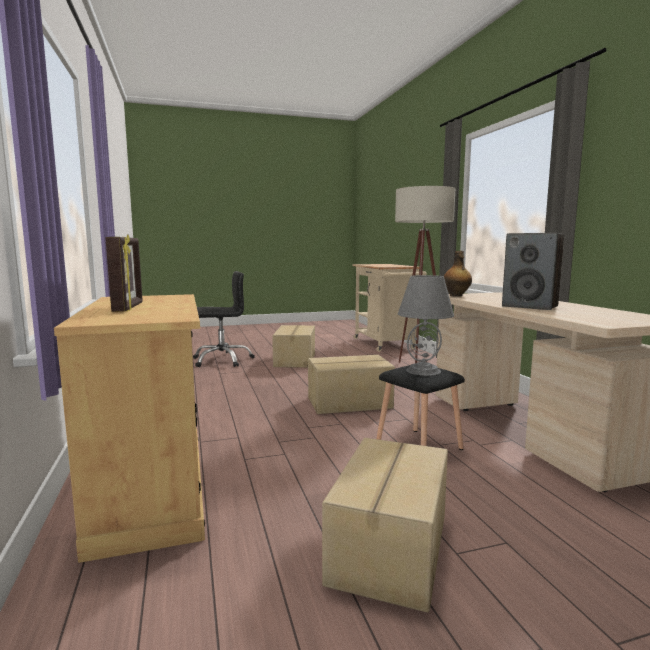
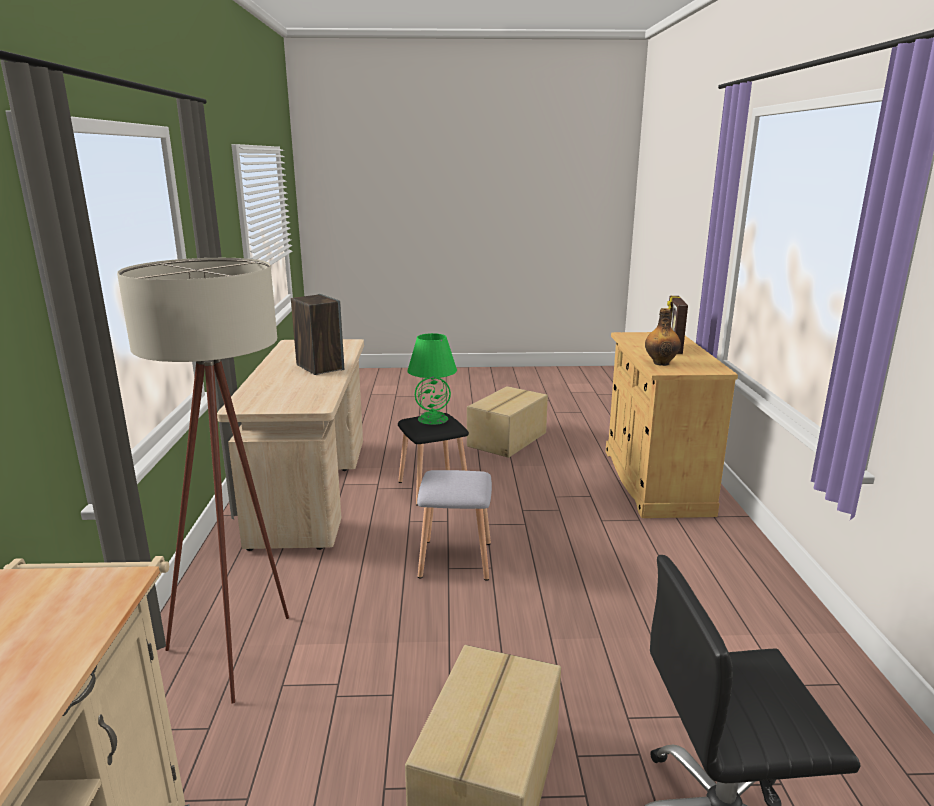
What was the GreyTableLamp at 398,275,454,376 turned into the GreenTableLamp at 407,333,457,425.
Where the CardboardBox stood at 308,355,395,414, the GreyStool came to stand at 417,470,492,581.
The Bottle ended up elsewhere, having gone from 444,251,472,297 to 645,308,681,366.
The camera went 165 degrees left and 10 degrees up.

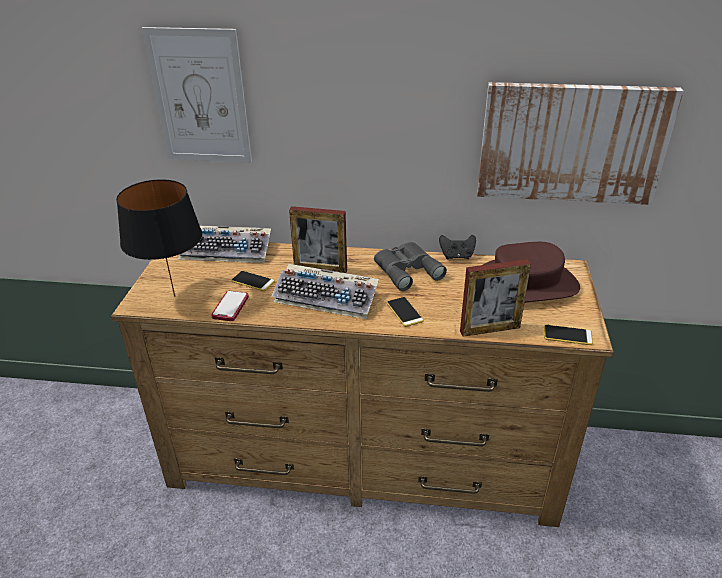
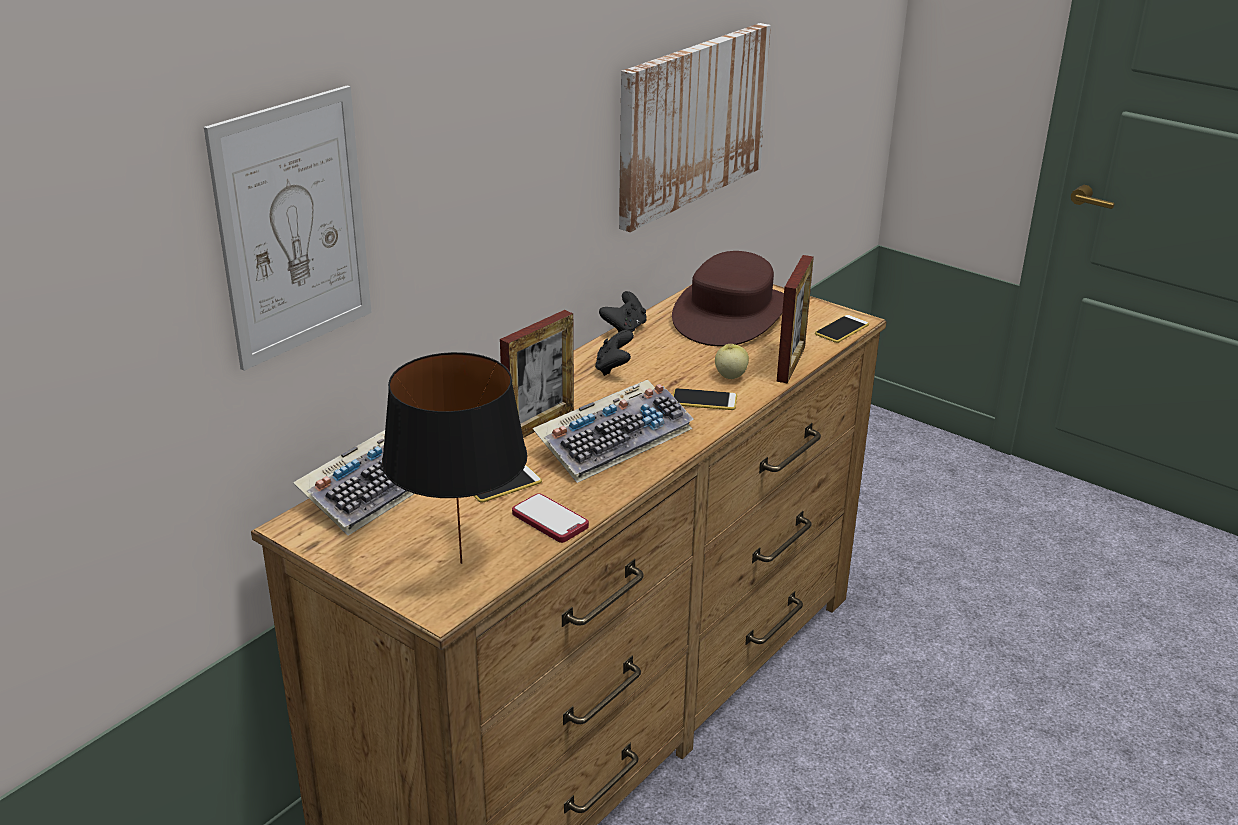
Where the GreyBinoculars stood at 374,242,447,291, the BlackGameController came to stand at 595,330,634,376.
The second view gained the Apple at 715,344,749,379.
The camera went 60 degrees left and 5 degrees down.

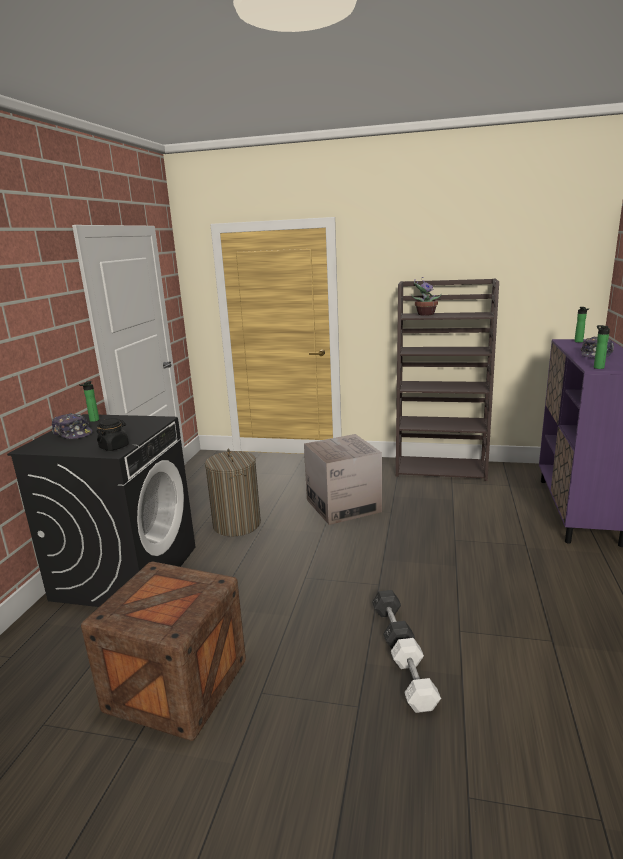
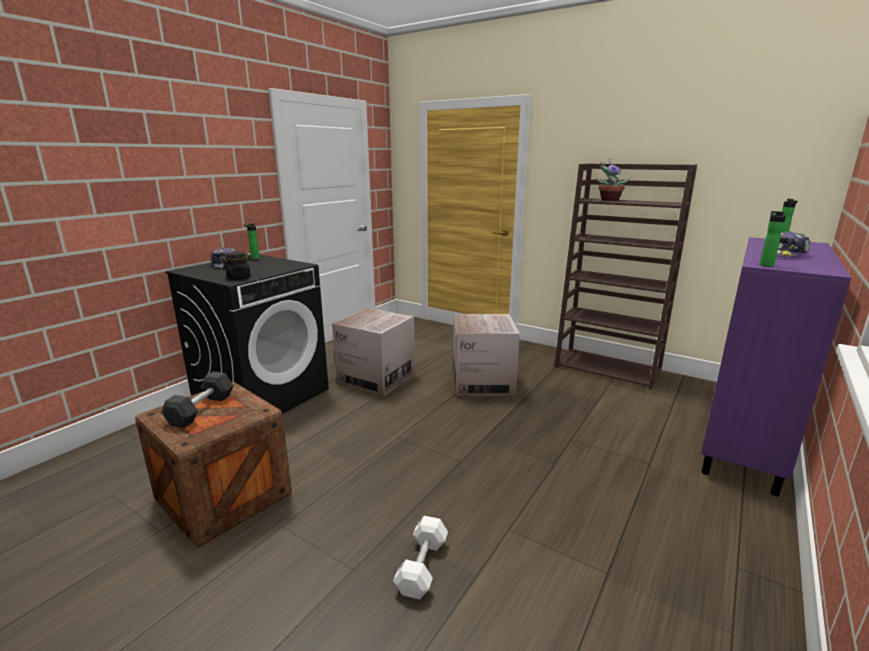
The GreyDumbbell ended up elsewhere, having gone from 372,590,415,649 to 161,372,234,428.
Where the LaundryBasket stood at 205,449,261,537, the CardboardBox came to stand at 332,308,415,396.
The camera went 20 degrees right and 0 degrees up.

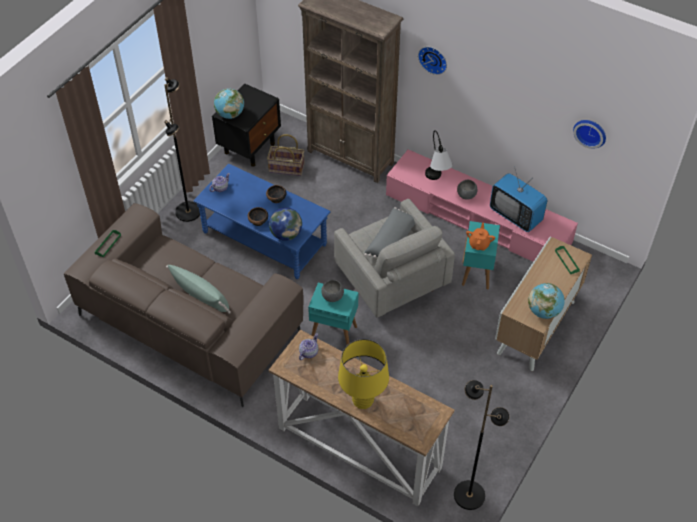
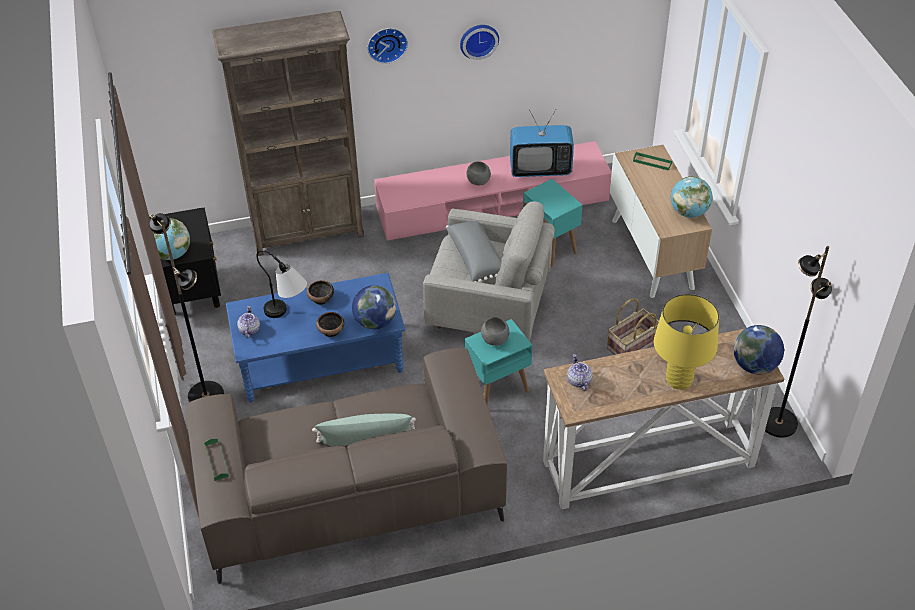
The TableLamp ended up elsewhere, having gone from 425,130,453,180 to 257,250,307,318.
The WallClock ended up elsewhere, having gone from 573,120,606,149 to 460,25,499,60.
The Basket ended up elsewhere, having gone from 267,134,305,176 to 607,298,659,355.
The second view gained the Globe at 733,325,784,374.
The second view lost the OrangeTeapot at 466,223,495,251.
The camera went 45 degrees left and 5 degrees down.

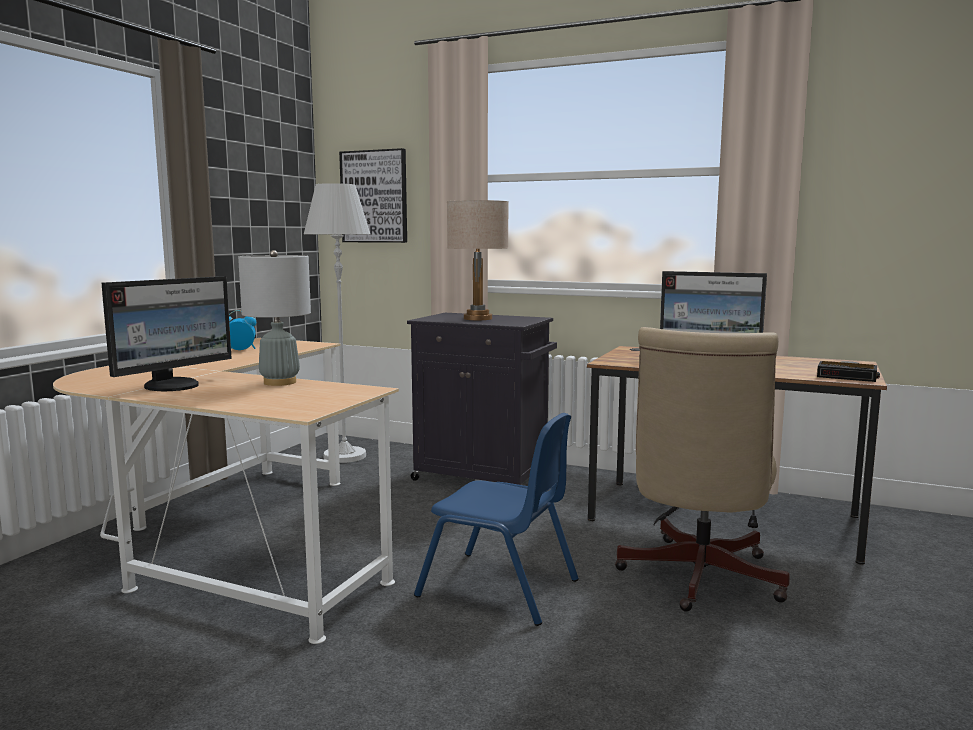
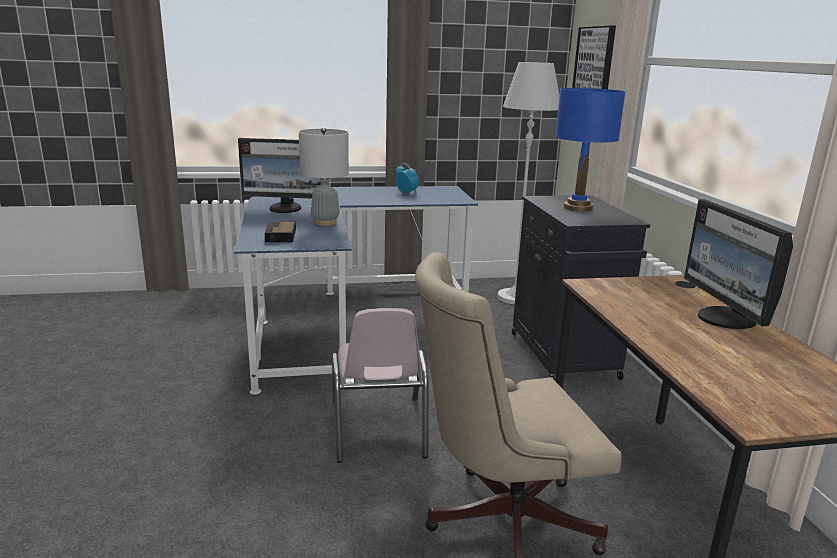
What was the BeigeDesk at 53,338,399,644 turned into the BlueDesk at 234,186,478,395.
The AlarmClock ended up elsewhere, having gone from 817,361,880,382 to 265,221,296,242.
What was the BlueChair at 414,413,579,626 turned into the PinkChair at 332,308,429,463.
What was the BeigeTableLamp at 447,200,509,320 turned into the BlueTableLamp at 555,88,625,212.
The camera went 55 degrees right and 10 degrees up.

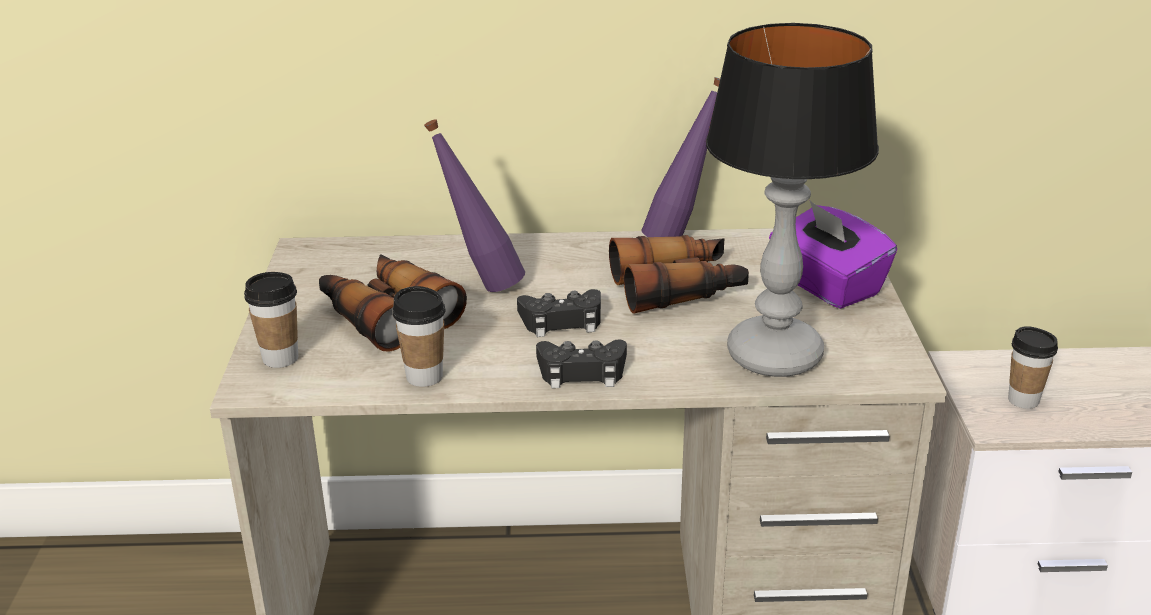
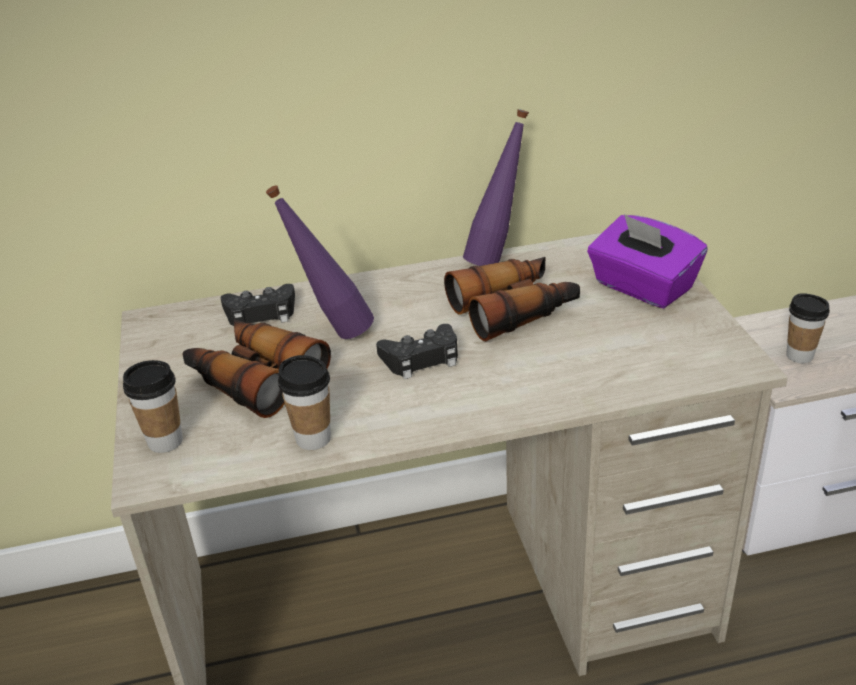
The BlackGameController ended up elsewhere, having gone from 536,340,627,388 to 221,284,295,326.
The second view lost the TableLamp at 706,23,879,377.
The camera went 10 degrees left and 5 degrees up.

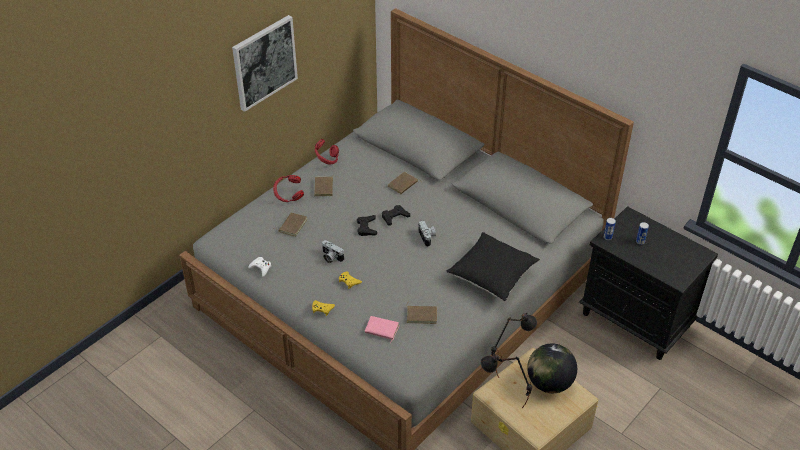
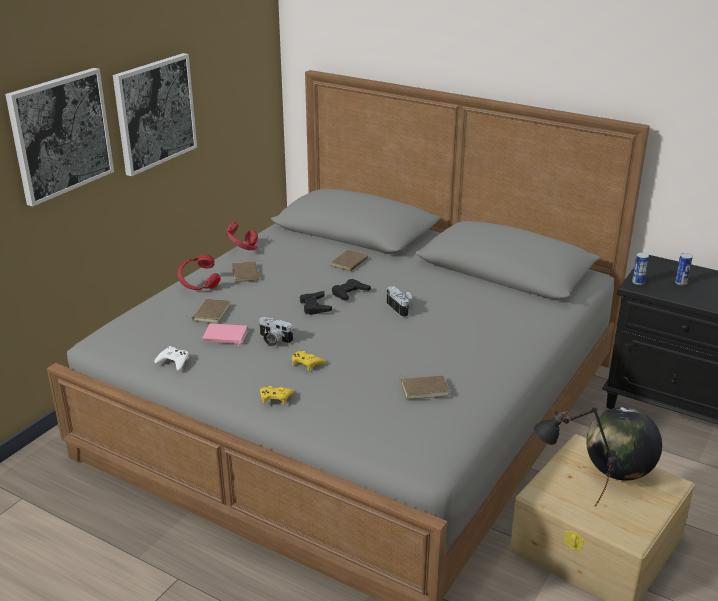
The second view gained the Picture at 5,68,114,207.
The PinkBook ended up elsewhere, having gone from 365,316,400,343 to 202,323,249,346.
The second view lost the BlackPillow at 446,232,540,301.
The second view lost the BlackTableLamp at 491,313,537,378.
The camera went 10 degrees left and 15 degrees down.

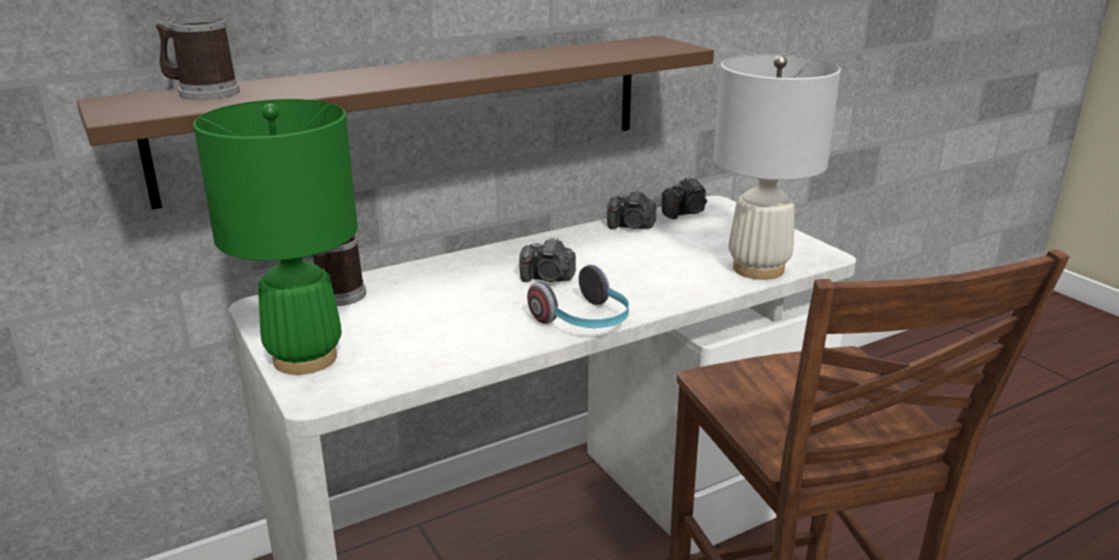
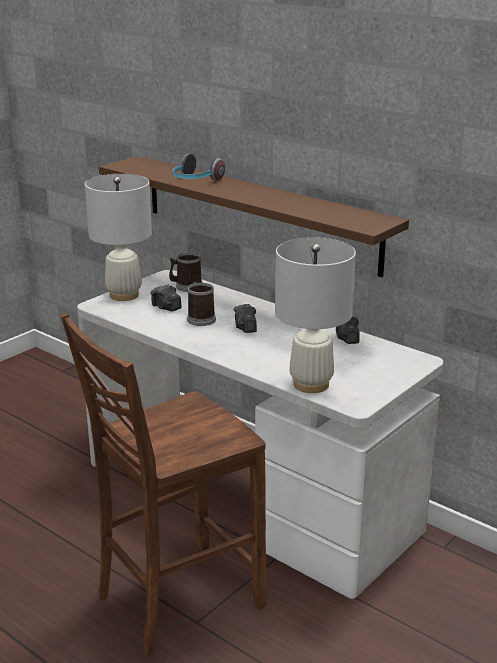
What was the GreenTableLamp at 193,99,358,375 turned into the WhiteTableLamp at 85,174,152,301.
The PhotoCamera ended up elsewhere, having gone from 661,176,707,219 to 151,284,181,311.
The Headphones ended up elsewhere, having gone from 527,265,629,328 to 173,153,225,181.
The Mug ended up elsewhere, having gone from 156,17,240,100 to 187,282,216,326.
The camera went 70 degrees right and 0 degrees up.

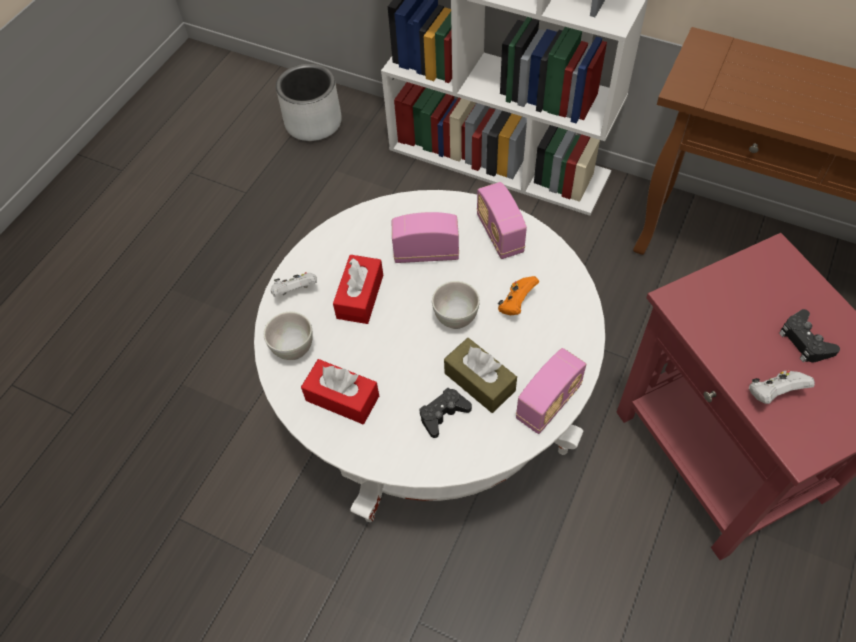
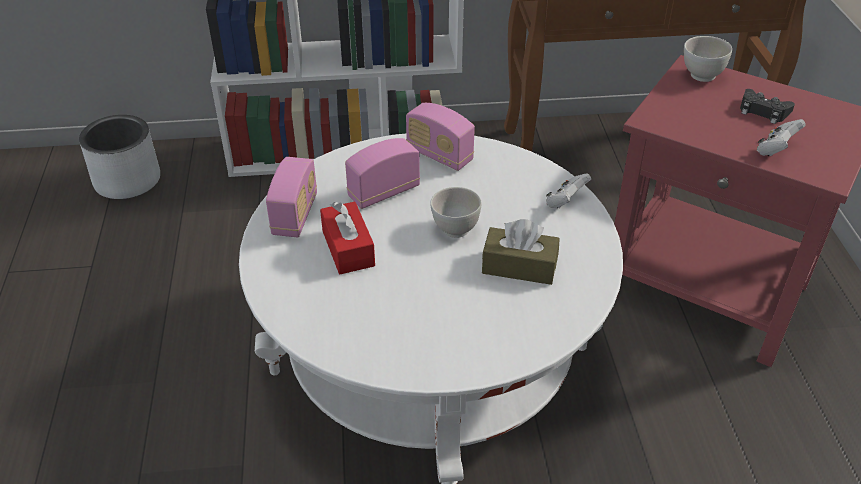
The Radio ended up elsewhere, having gone from 516,348,586,434 to 266,157,317,237.
The WhiteGameController ended up elsewhere, having gone from 271,272,317,297 to 546,173,591,208.
The WhiteBowl ended up elsewhere, having gone from 264,312,313,360 to 684,36,732,82.
The second view lost the RedTissueBox at 301,359,379,424.
The second view lost the BlackGameController at 420,388,472,438.
The second view lost the OrangeGameController at 498,276,539,315.
The camera went 35 degrees left and 15 degrees down.

